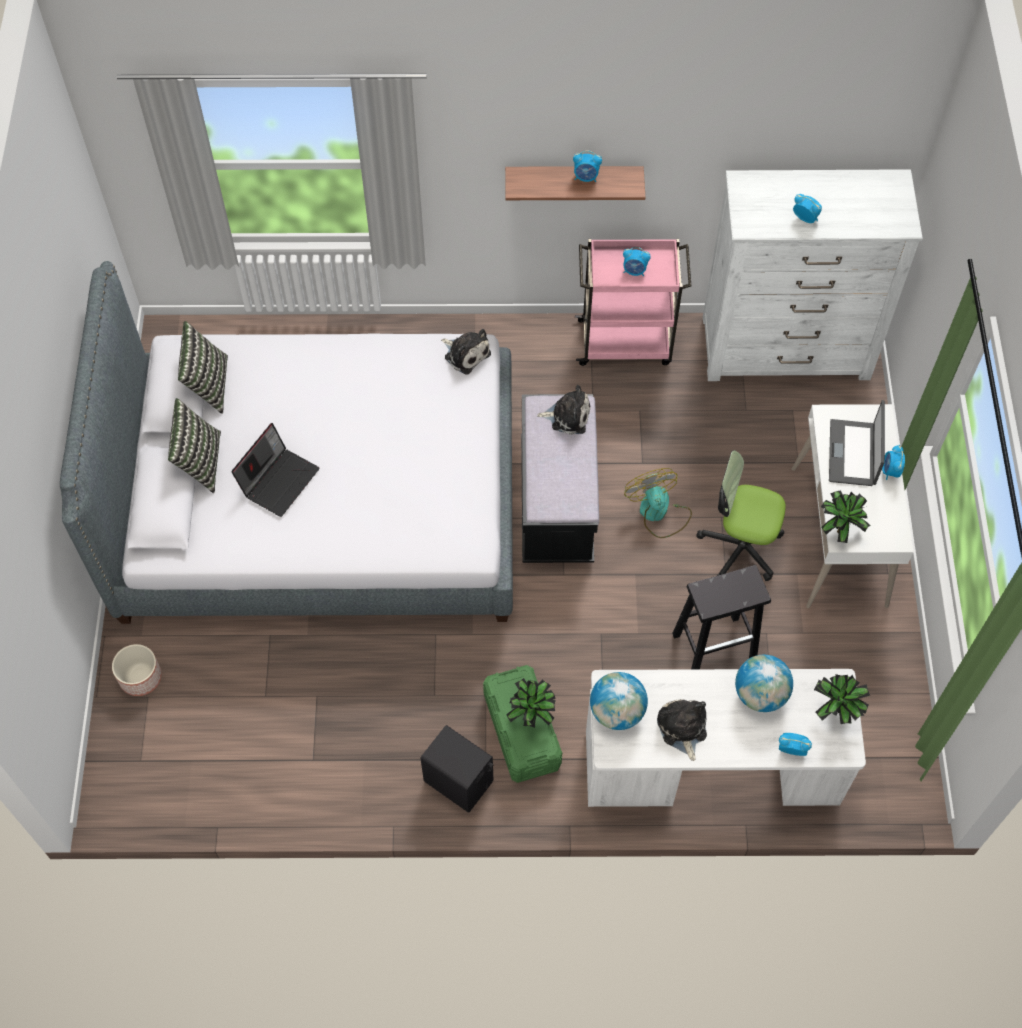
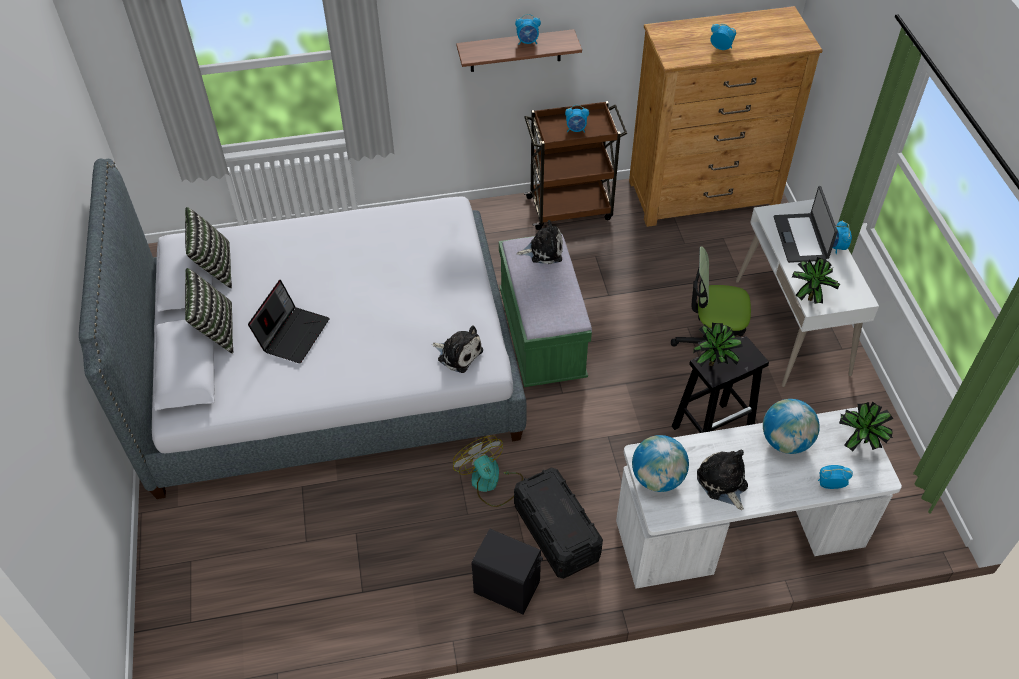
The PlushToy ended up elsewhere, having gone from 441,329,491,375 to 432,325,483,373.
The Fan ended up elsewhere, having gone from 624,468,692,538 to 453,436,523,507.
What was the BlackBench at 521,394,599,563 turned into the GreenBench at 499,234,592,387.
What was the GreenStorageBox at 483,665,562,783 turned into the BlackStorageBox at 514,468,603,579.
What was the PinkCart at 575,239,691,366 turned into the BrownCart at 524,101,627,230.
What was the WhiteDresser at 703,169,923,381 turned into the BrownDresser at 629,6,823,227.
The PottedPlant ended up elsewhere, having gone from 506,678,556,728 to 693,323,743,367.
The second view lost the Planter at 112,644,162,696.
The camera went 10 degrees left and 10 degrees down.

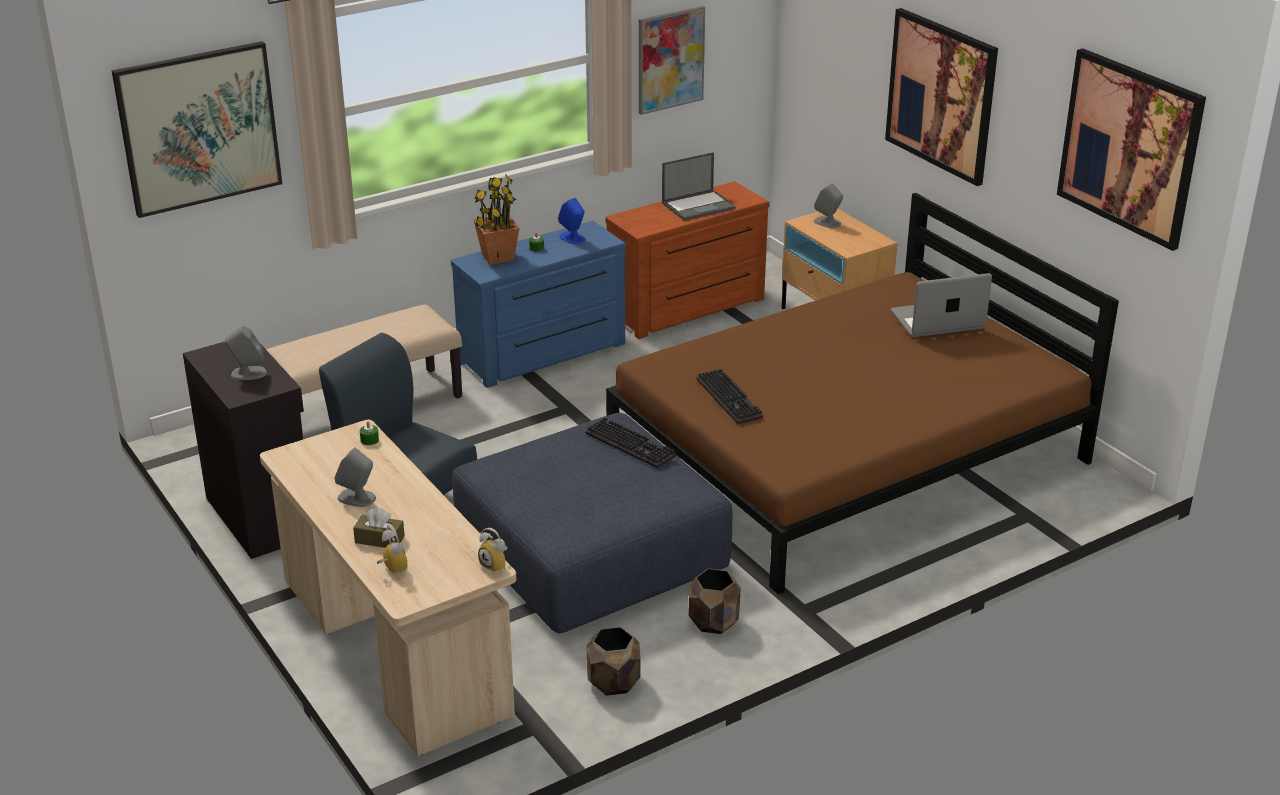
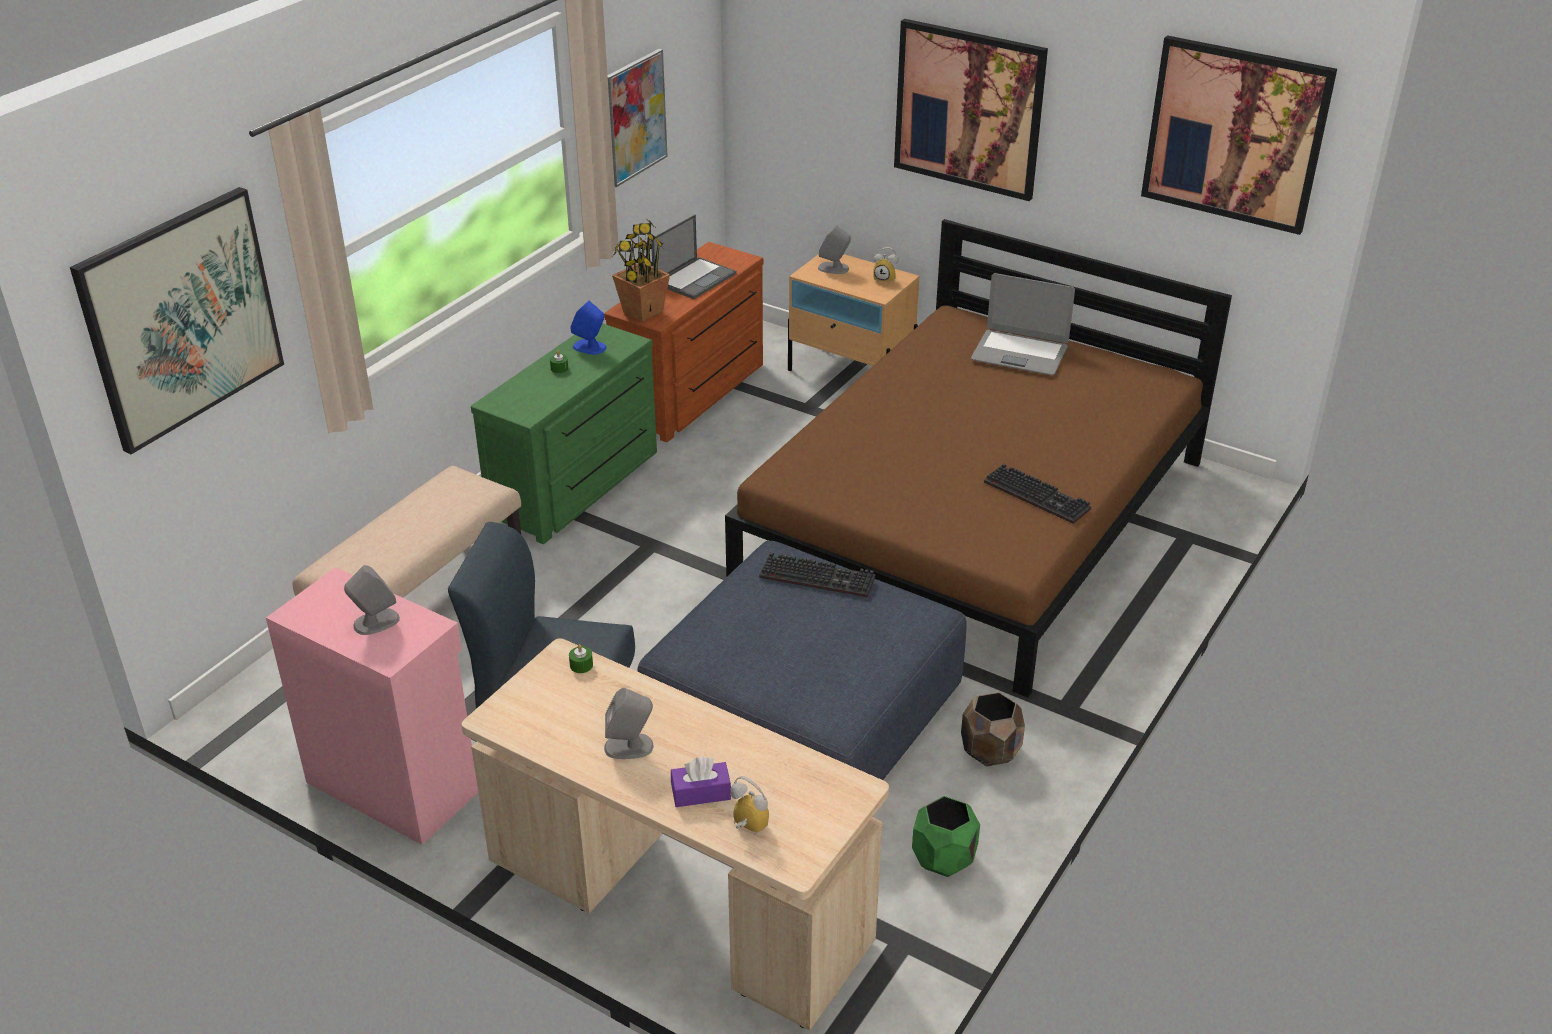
What was the BlackCabinet at 183,342,304,559 turned into the PinkCabinet at 266,567,478,845.
What was the BlueDresser at 451,221,626,388 turned into the GreenDresser at 471,323,657,544.
The PottedPlant ended up elsewhere, having gone from 473,174,520,265 to 612,220,670,322.
What was the BrownTissueBox at 353,508,405,548 turned into the PurpleTissueBox at 671,757,731,807.
The AlarmClock ended up elsewhere, having gone from 478,528,507,573 to 873,247,899,284.
What was the BrownPlanter at 586,627,641,696 turned into the GreenPlanter at 912,796,980,877.
The Laptop at 891,273,992,337 ended up facing another way, 120 degrees counterclockwise from before.
The Keyboard ended up elsewhere, having gone from 697,369,763,424 to 984,464,1091,524.
The camera went 25 degrees left and 5 degrees up.

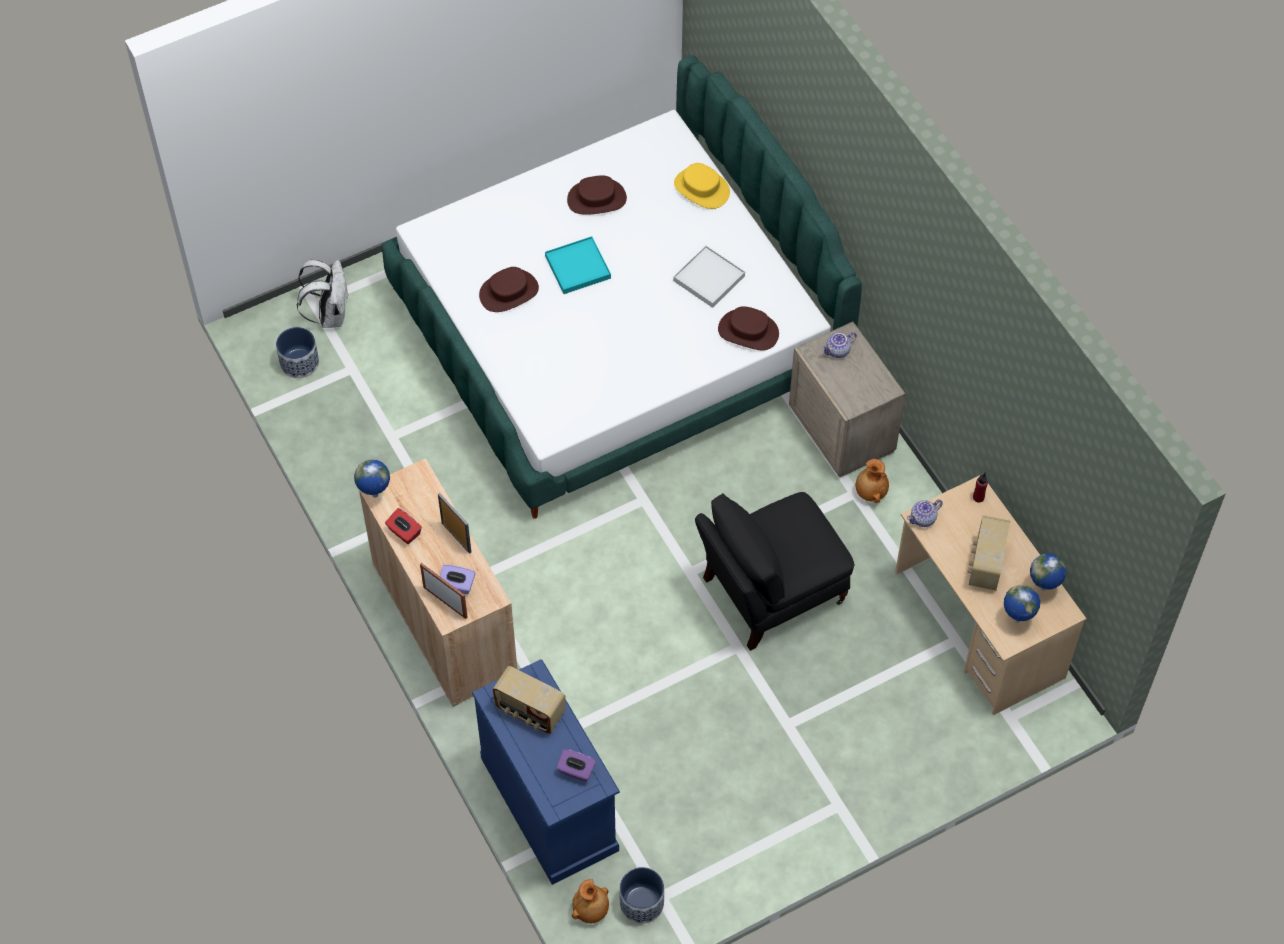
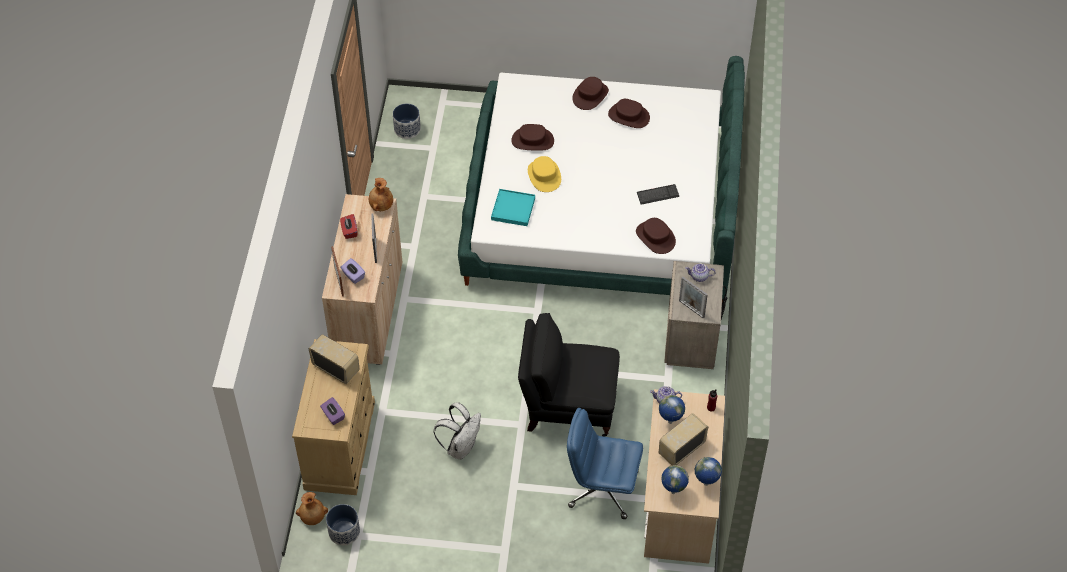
What was the BlueDresser at 472,659,620,885 turned into the BeigeDresser at 292,339,375,495.
The Radio at 493,666,566,734 ended up facing another way, 150 degrees clockwise from before.
The BrownVase ended up elsewhere, having gone from 856,459,889,503 to 369,178,393,211.
The WhiteBackpack ended up elsewhere, having gone from 297,260,349,328 to 433,402,481,460.
The TurquoiseTray ended up elsewhere, having gone from 545,236,611,294 to 491,189,535,226.
The YellowHat ended up elsewhere, having gone from 674,163,730,209 to 528,156,561,192.
The second view gained the BlueOfficeChair at 567,408,643,519.
The second view gained the BrownHat at 572,77,609,110.
Where the WhiteTray stood at 673,246,745,308, the Keyboard came to stand at 637,184,679,205.
The Globe ended up elsewhere, having gone from 354,459,390,498 to 659,395,685,424.
The second view gained the PictureFrame at 679,277,708,319.
The camera went 35 degrees right and 5 degrees down.

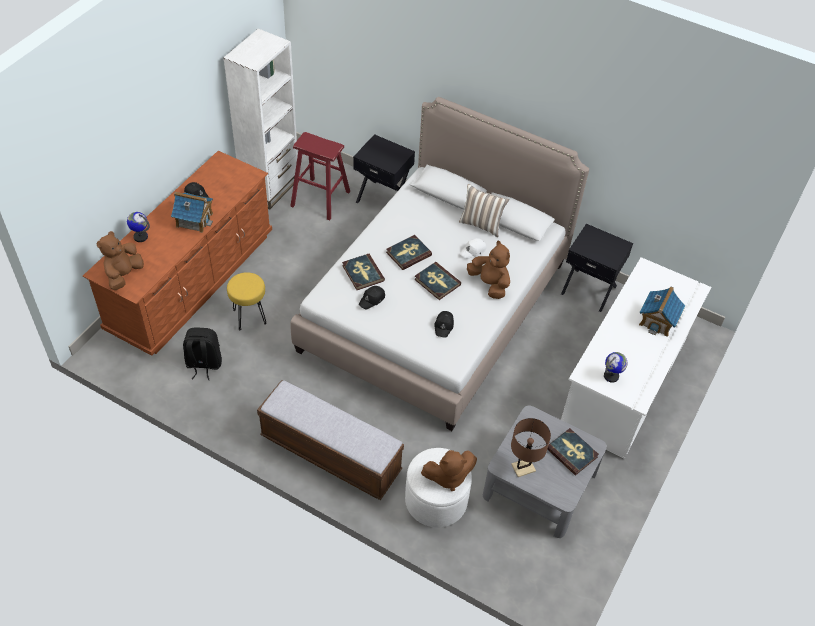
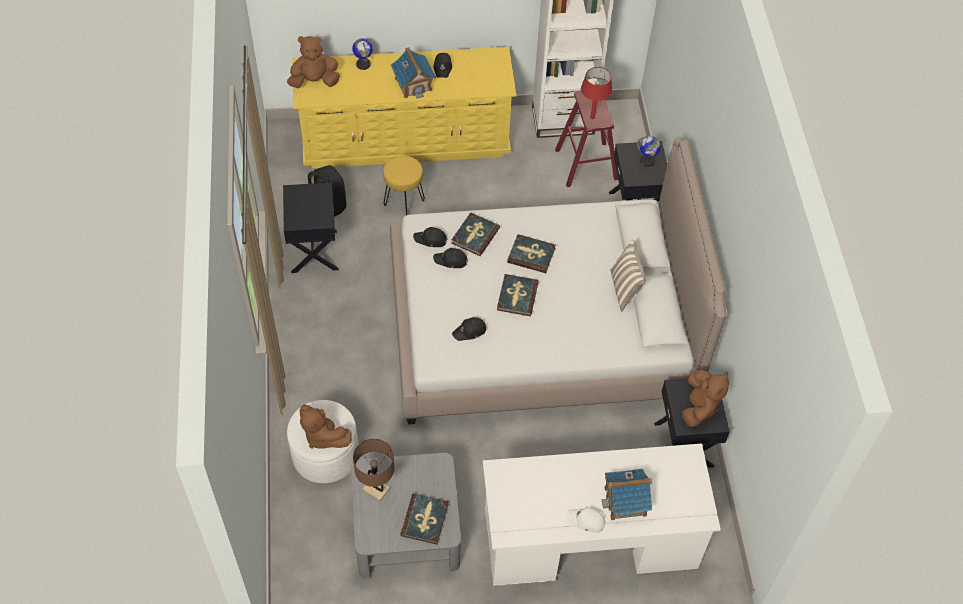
The second view gained the BlackNightstand at 283,182,339,273.
What was the BrownDresser at 83,151,272,356 turned into the YellowDresser at 292,47,516,168.
The second view gained the BlackCap at 413,227,447,247.
The WhiteCap ended up elsewhere, having gone from 460,238,486,259 to 567,507,606,533.
The second view gained the RedTableLamp at 581,67,612,119.
The Globe ended up elsewhere, having gone from 604,352,627,383 to 637,136,661,167.
The BrownPlushToy ended up elsewhere, having gone from 467,241,510,299 to 682,370,729,427.
The second view lost the Bench at 257,380,404,500.
The camera went 55 degrees right and 5 degrees up.

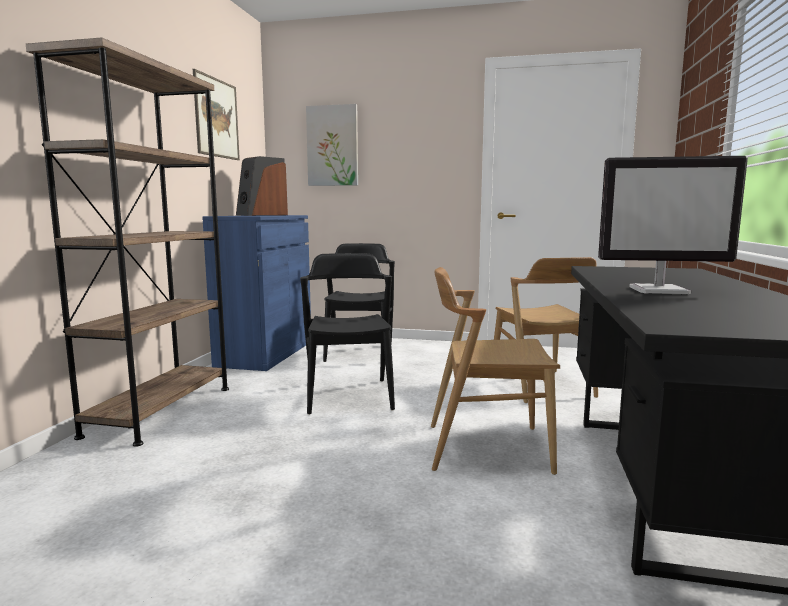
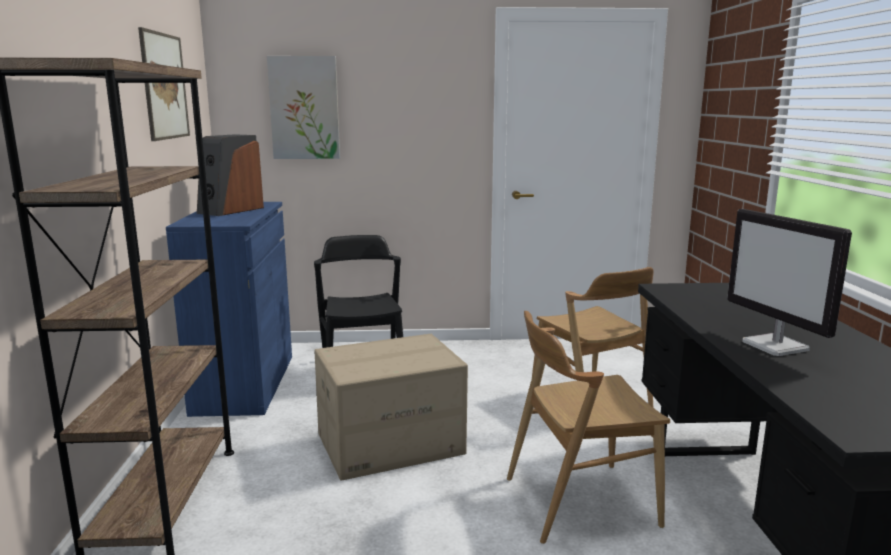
Where the BlackChair stood at 300,253,395,415, the CardboardBox came to stand at 314,334,468,481.
The Monitor at 598,156,748,294 ended up facing another way, 75 degrees clockwise from before.
The camera went 15 degrees left and 5 degrees up.

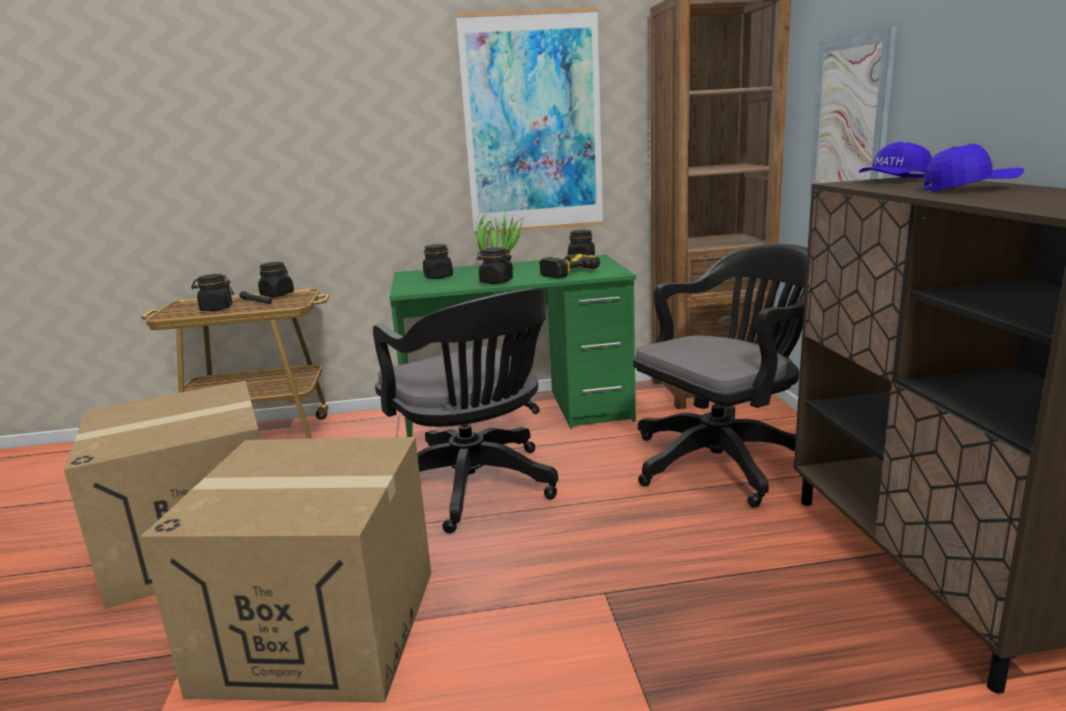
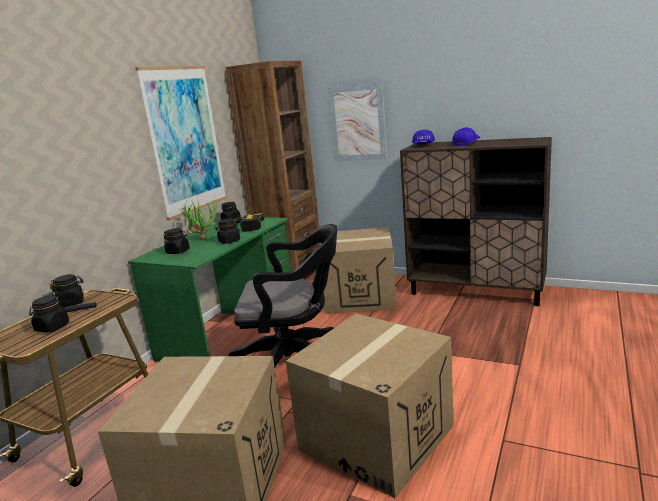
Where the BlackOfficeChair stood at 633,244,808,508, the CardboardBox came to stand at 320,227,396,314.
The camera went 55 degrees left and 0 degrees up.

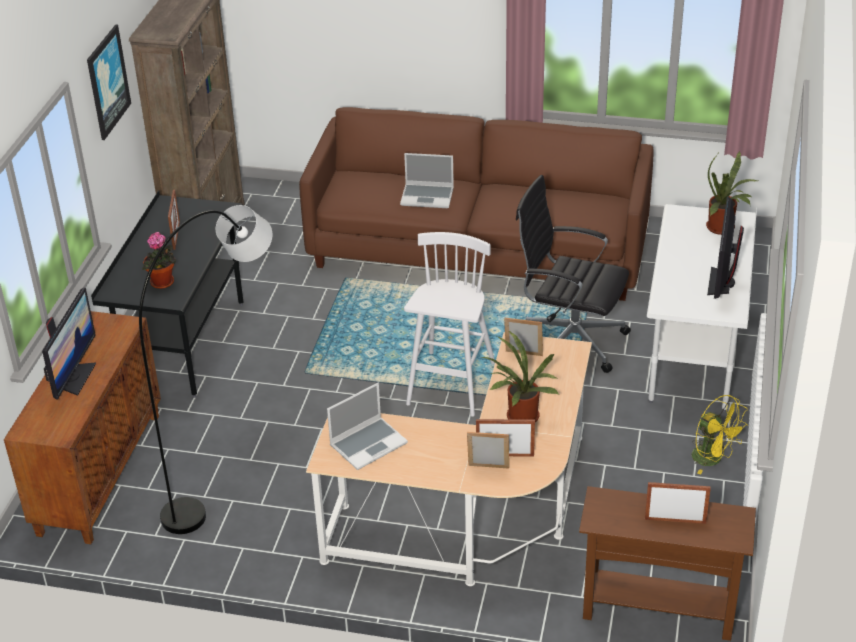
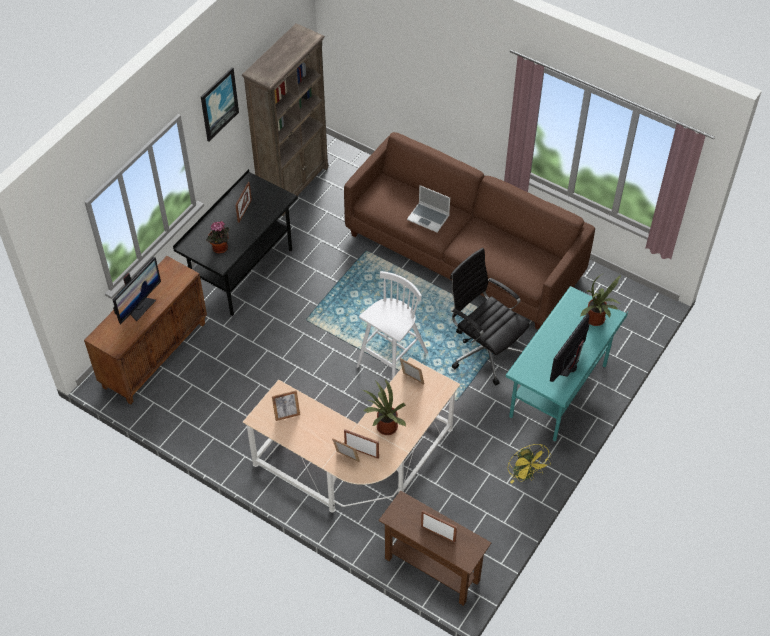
Where the Laptop stood at 327,383,408,470, the PictureFrame came to stand at 272,390,300,421.
What was the WhiteDesk at 647,204,757,412 turned into the TurquoiseDesk at 505,286,628,442.
The second view lost the GreyFloorLamp at 139,205,272,534.
The camera went 20 degrees right and 15 degrees up.

